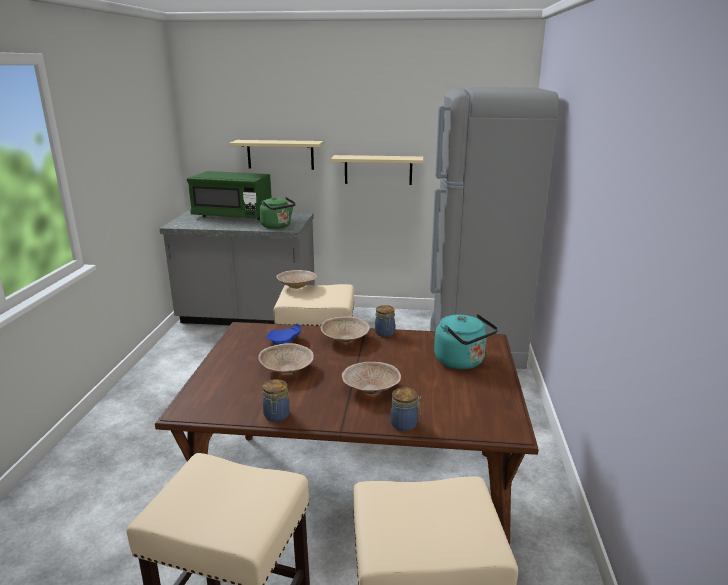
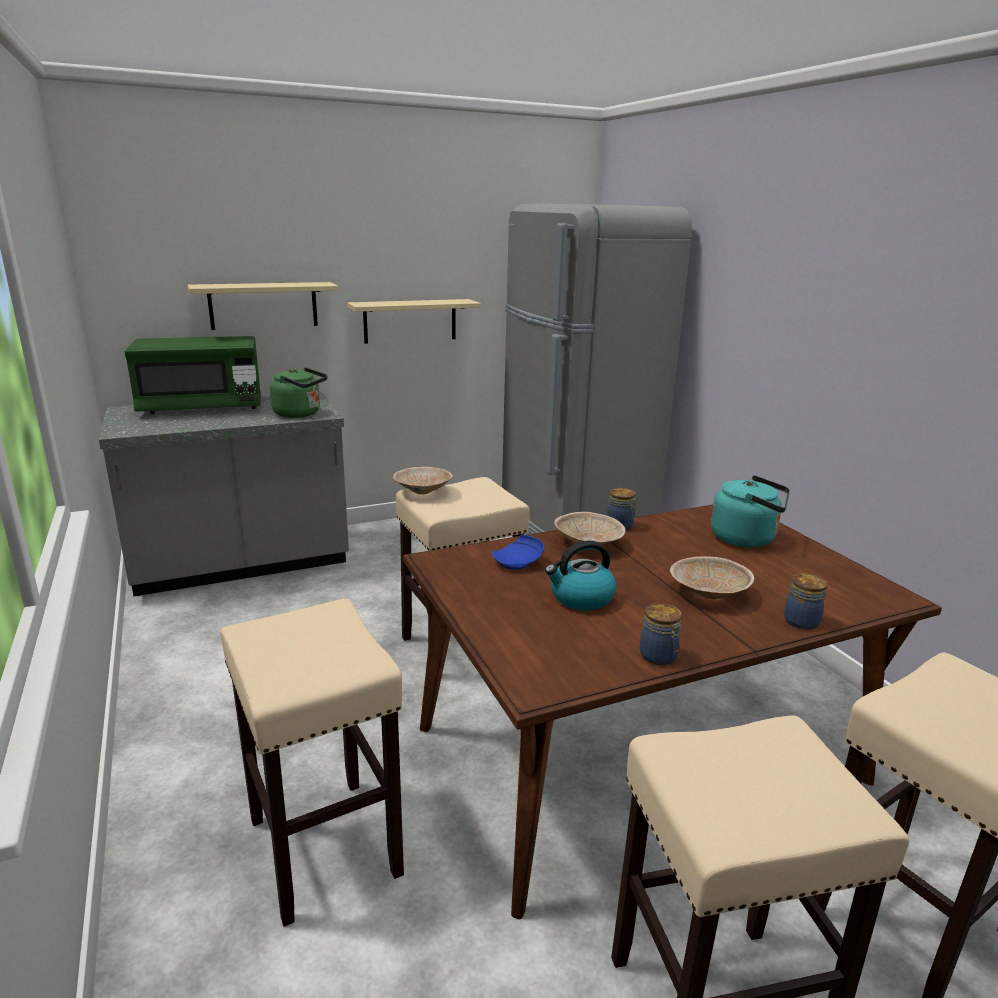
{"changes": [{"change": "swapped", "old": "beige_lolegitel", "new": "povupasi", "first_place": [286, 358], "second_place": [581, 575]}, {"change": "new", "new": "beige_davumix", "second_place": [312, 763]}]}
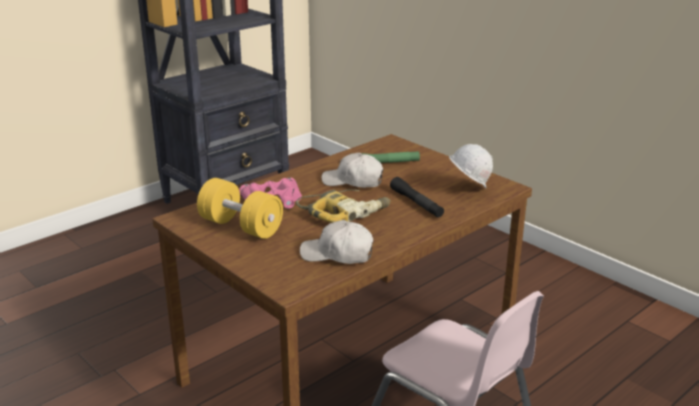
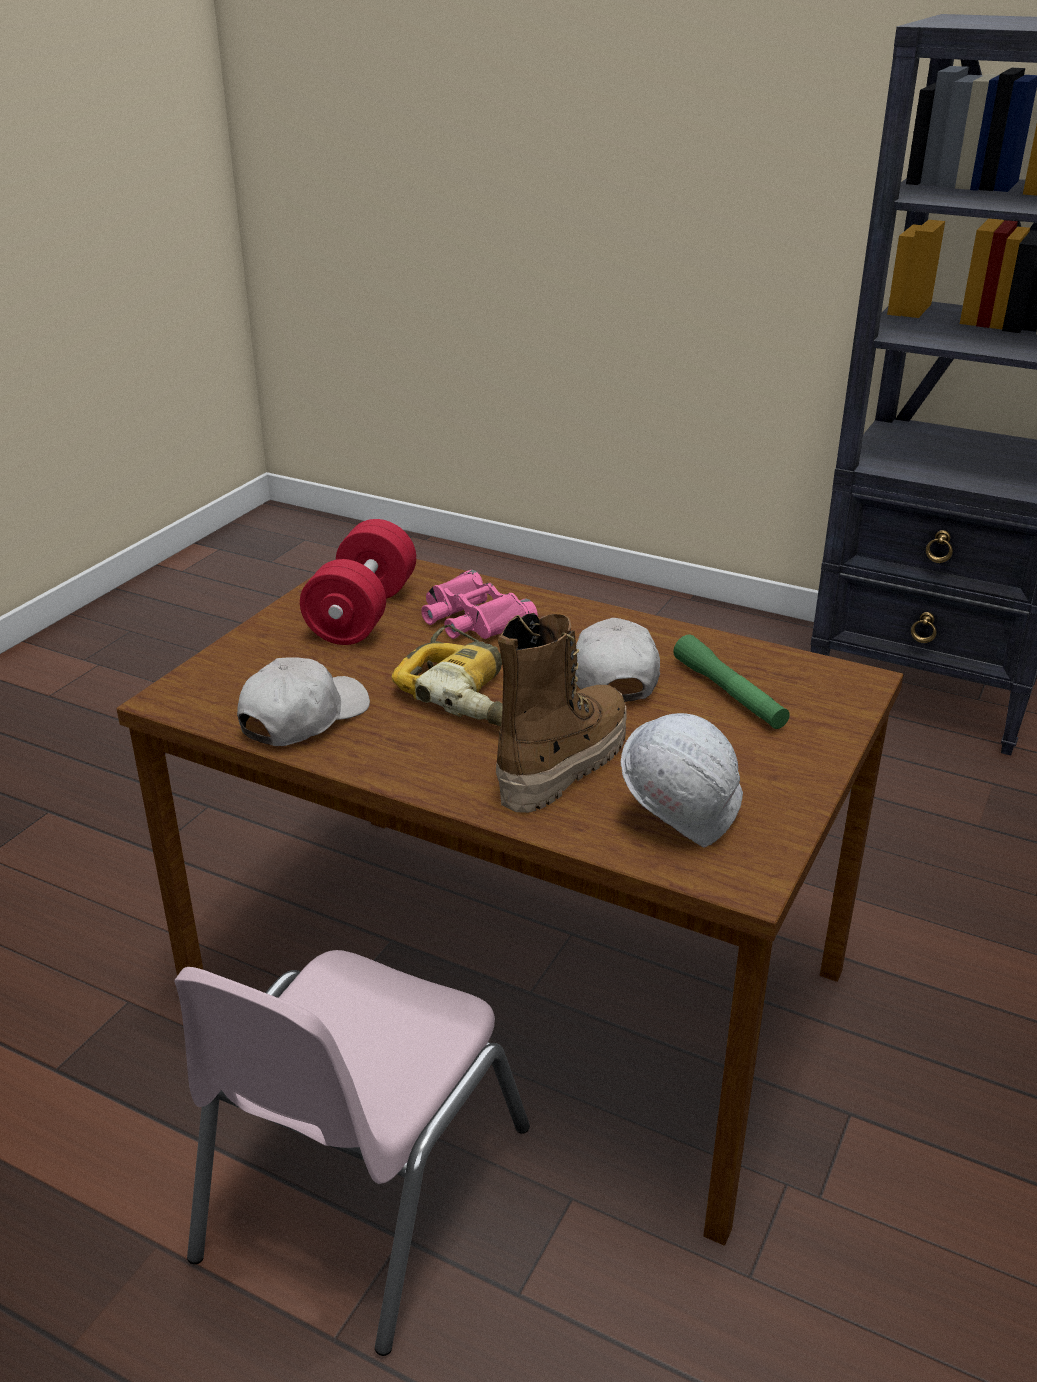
{"changes": [{"change": "repainted", "old": "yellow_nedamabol", "new": "red_nedamabol", "first_place": [240, 208], "second_place": [358, 582]}, {"change": "rotated", "old": "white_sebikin", "first_place": [336, 242], "second_place": [303, 701], "degrees": 45}, {"change": "swapped", "old": "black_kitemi", "new": "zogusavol", "first_place": [417, 197], "second_place": [561, 713]}]}
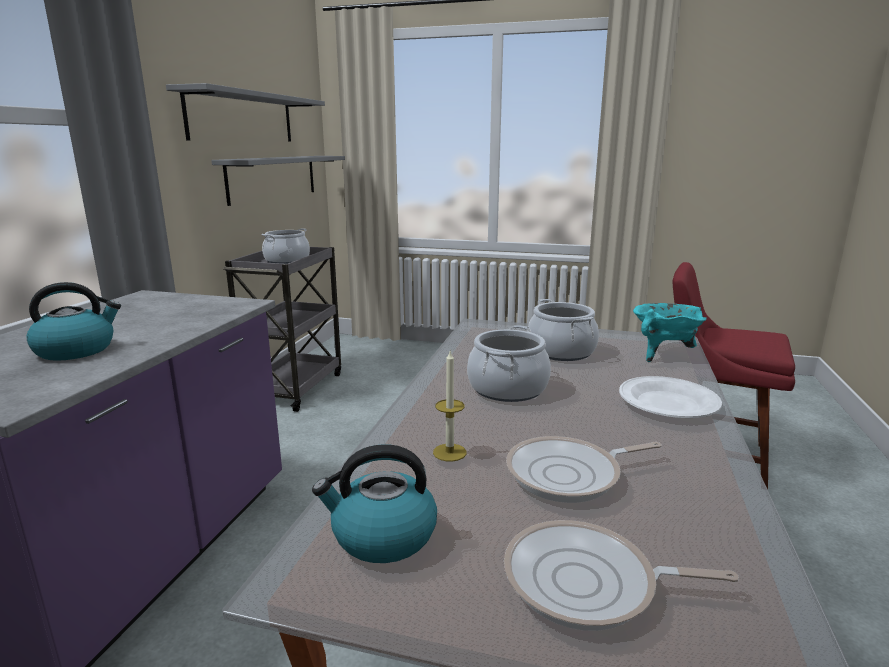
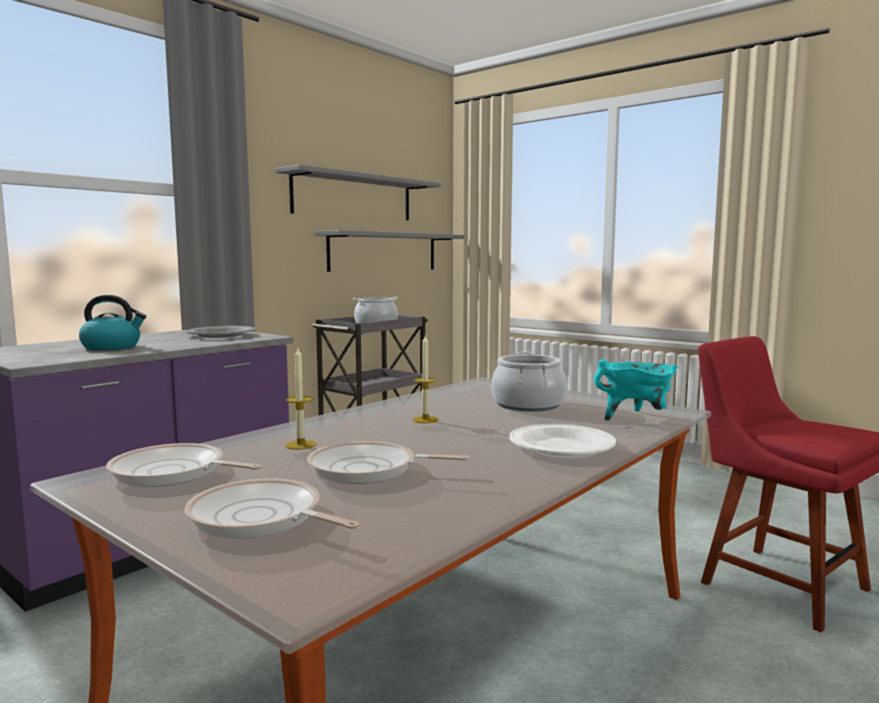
{"changes": [{"change": "swapped", "old": "povupasi", "new": "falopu", "first_place": [374, 503], "second_place": [183, 465]}, {"change": "swapped", "old": "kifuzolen", "new": "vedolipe", "first_place": [509, 363], "second_place": [425, 379]}, {"change": "new", "new": "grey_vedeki", "second_place": [220, 332]}]}
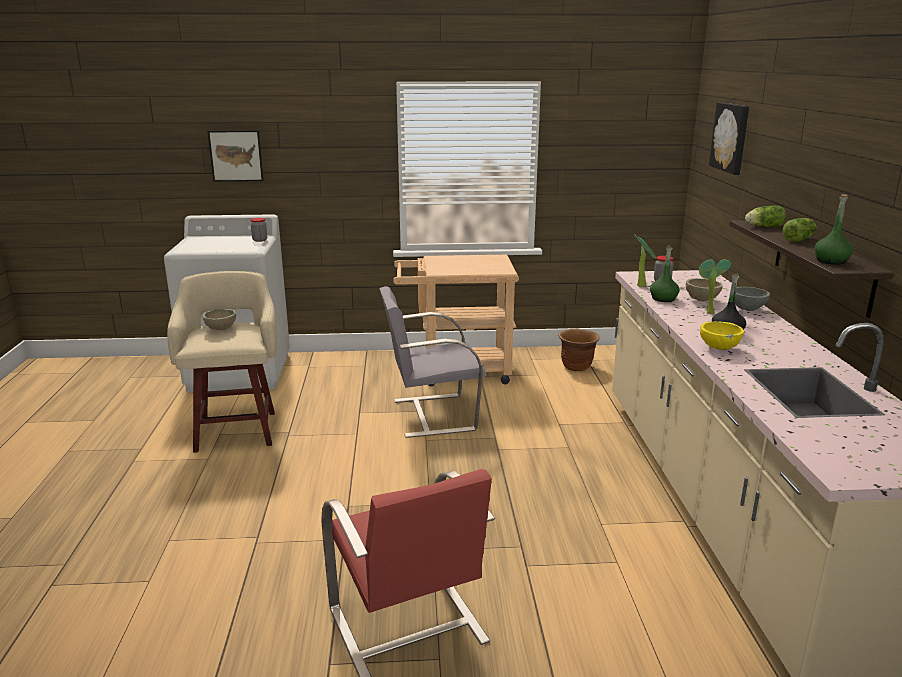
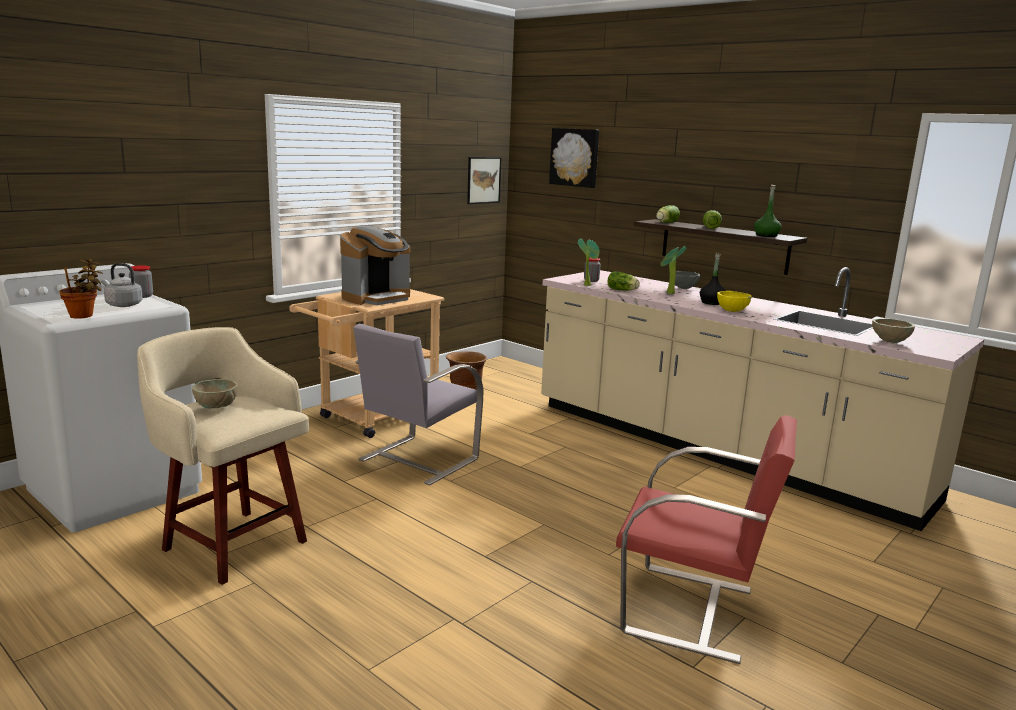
{"changes": [{"change": "shifted", "old": "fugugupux", "first_place": [235, 156], "second_place": [484, 180]}, {"change": "swapped", "old": "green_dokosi", "new": "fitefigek", "first_place": [665, 274], "second_place": [623, 281]}, {"change": "shifted", "old": "beige_lolegitel", "first_place": [704, 289], "second_place": [893, 330]}, {"change": "new", "new": "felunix", "second_place": [81, 289]}, {"change": "new", "new": "grey_povupasi", "second_place": [122, 285]}, {"change": "new", "new": "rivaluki", "second_place": [375, 265]}]}
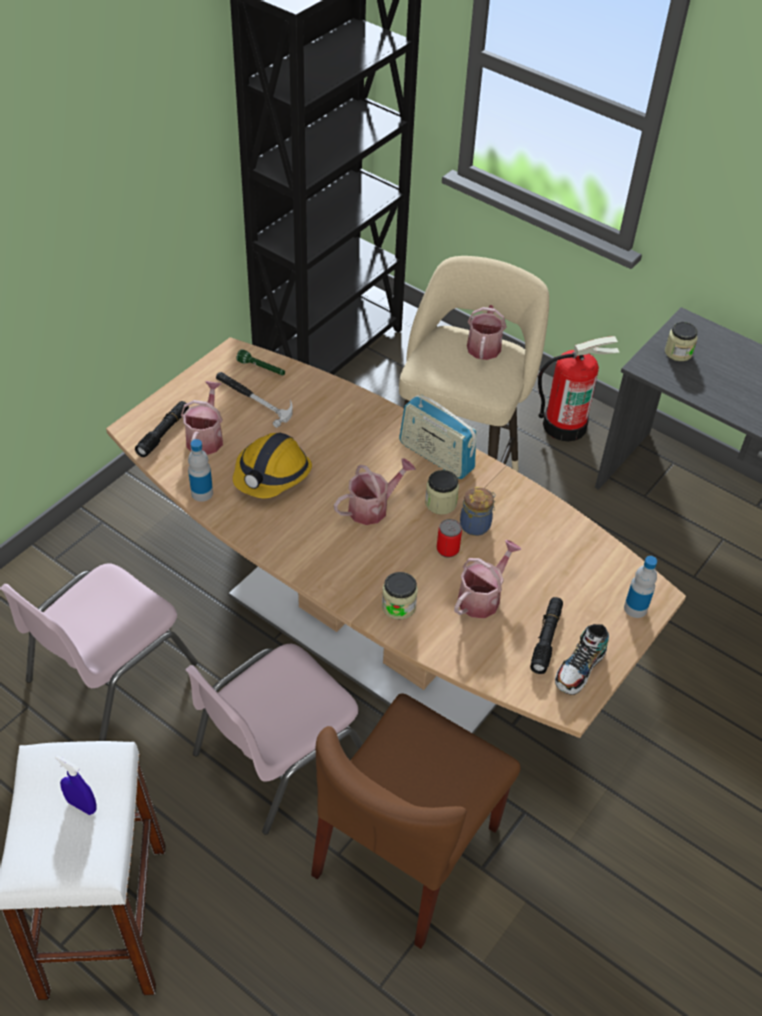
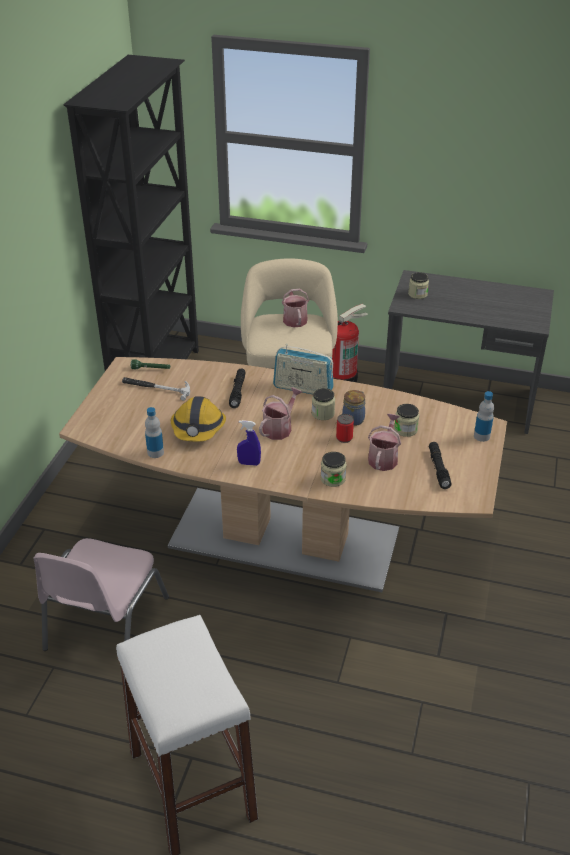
{"changes": [{"change": "shifted", "old": "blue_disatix", "first_place": [76, 785], "second_place": [249, 443]}, {"change": "shifted", "old": "black_kitemi", "first_place": [162, 429], "second_place": [237, 388]}, {"change": "gone", "old": "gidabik", "first_place": [202, 418]}, {"change": "gone", "old": "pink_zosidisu", "first_place": [274, 739]}, {"change": "gone", "old": "brown_zosidisu", "first_place": [415, 821]}, {"change": "gone", "old": "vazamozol", "first_place": [582, 659]}, {"change": "new", "new": "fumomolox", "second_place": [406, 420]}]}
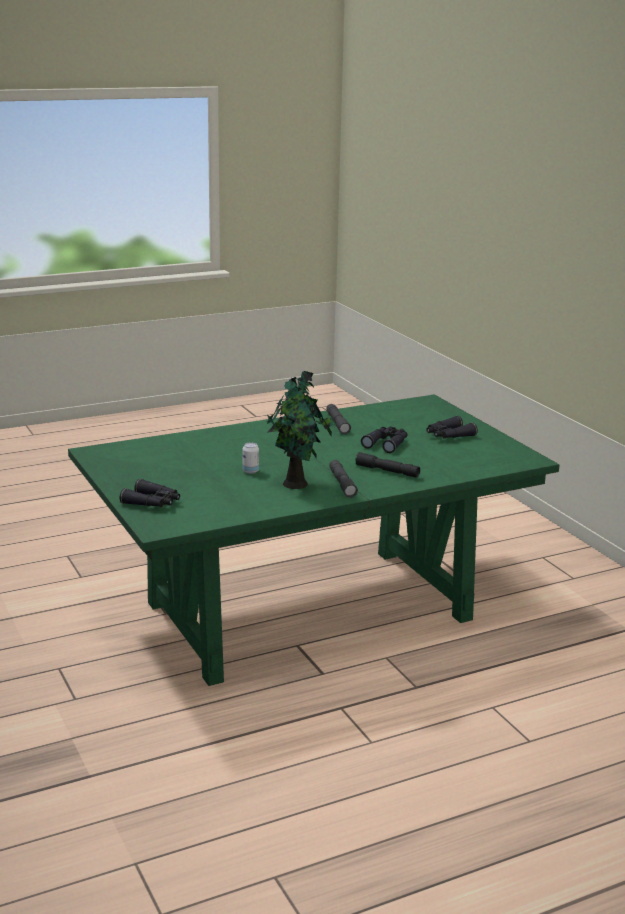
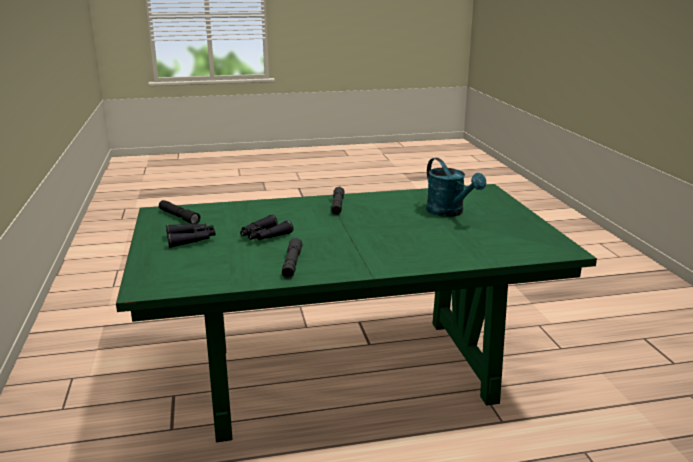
{"changes": [{"change": "gone", "old": "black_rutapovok", "first_place": [150, 493]}, {"change": "gone", "old": "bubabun", "first_place": [250, 458]}, {"change": "gone", "old": "felunix", "first_place": [300, 430]}, {"change": "shifted", "old": "black_kitemi", "first_place": [387, 465], "second_place": [179, 212]}, {"change": "new", "new": "turquoise_gidabik", "second_place": [456, 187]}]}
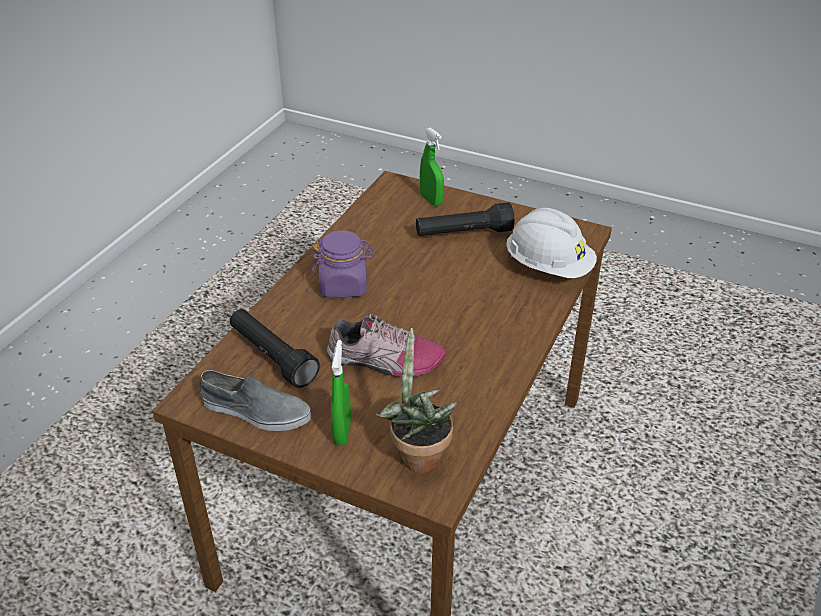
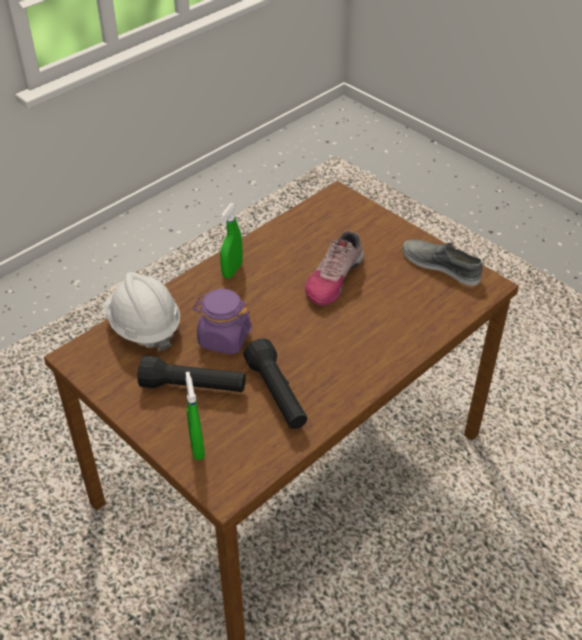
{"changes": [{"change": "shifted", "old": "black_kitemi", "first_place": [275, 348], "second_place": [275, 383]}, {"change": "shifted", "old": "purple_fumomolox", "first_place": [343, 264], "second_place": [222, 322]}, {"change": "rotated", "old": "vazamozol", "first_place": [386, 345], "second_place": [334, 268], "degrees": -90}, {"change": "shifted", "old": "green_disatix", "first_place": [341, 393], "second_place": [231, 241]}, {"change": "gone", "old": "felunix", "first_place": [416, 400]}]}
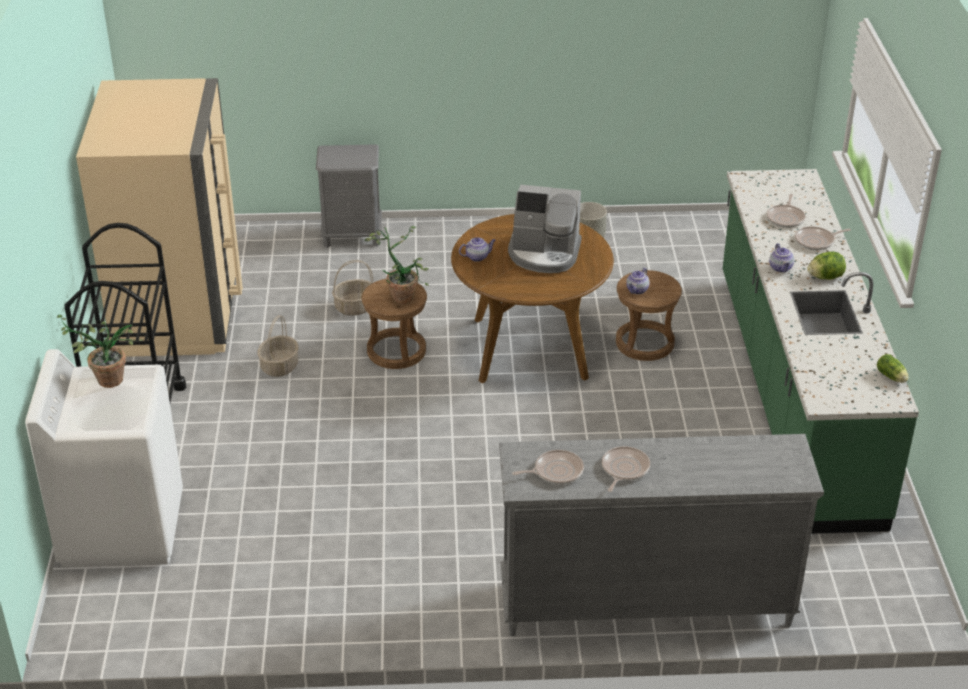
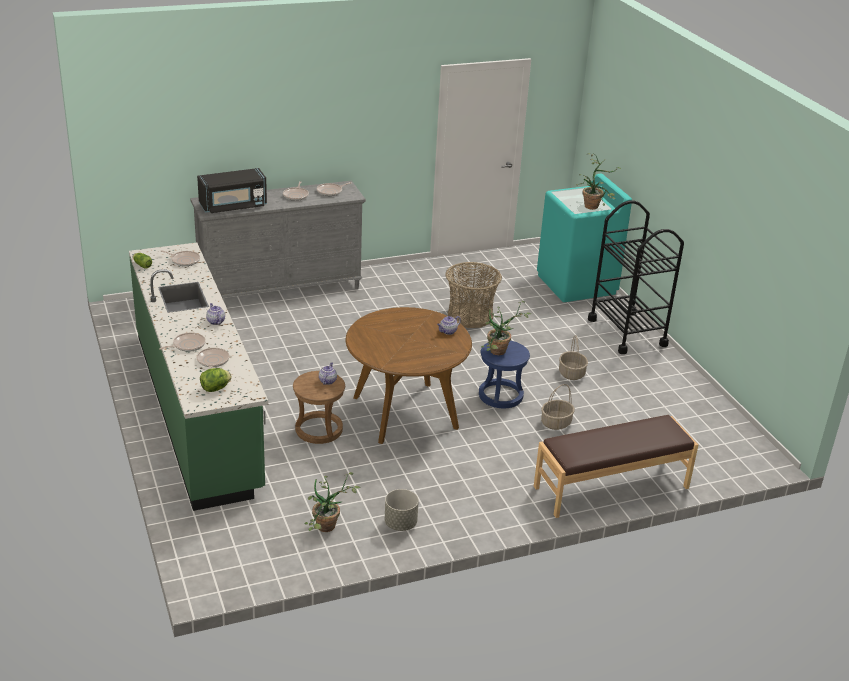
{"changes": [{"change": "repainted", "old": "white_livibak", "new": "turquoise_livibak", "first_place": [104, 458], "second_place": [584, 238]}, {"change": "gone", "old": "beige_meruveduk", "first_place": [159, 217]}, {"change": "swapped", "old": "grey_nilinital", "new": "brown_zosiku", "first_place": [349, 196], "second_place": [616, 466]}, {"change": "repainted", "old": "brown_davumix", "new": "blue_davumix", "first_place": [394, 324], "second_place": [504, 374]}, {"change": "gone", "old": "rivaluki", "first_place": [545, 229]}, {"change": "shifted", "old": "fitefigek", "first_place": [826, 266], "second_place": [216, 380]}, {"change": "new", "new": "falopu", "second_place": [180, 258]}, {"change": "new", "new": "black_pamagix", "second_place": [232, 190]}, {"change": "new", "new": "felunix", "second_place": [332, 502]}, {"change": "new", "new": "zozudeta", "second_place": [473, 295]}]}
